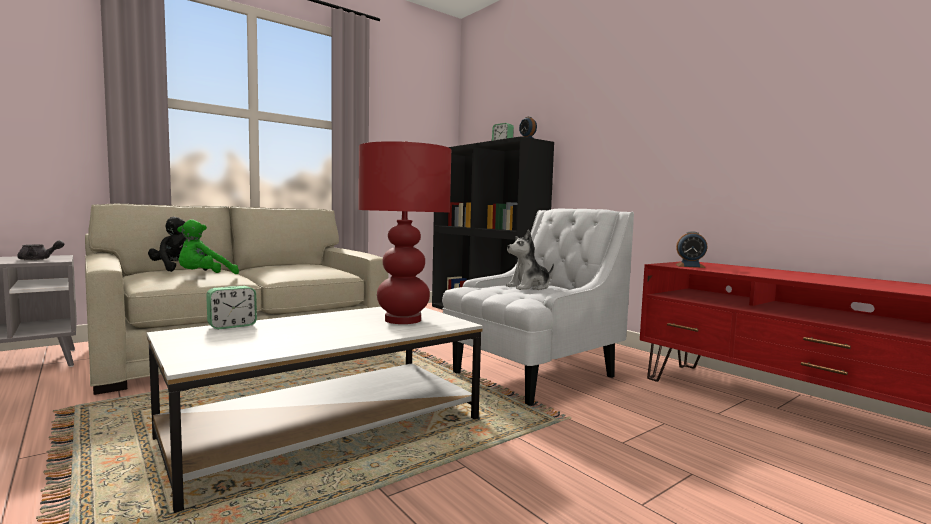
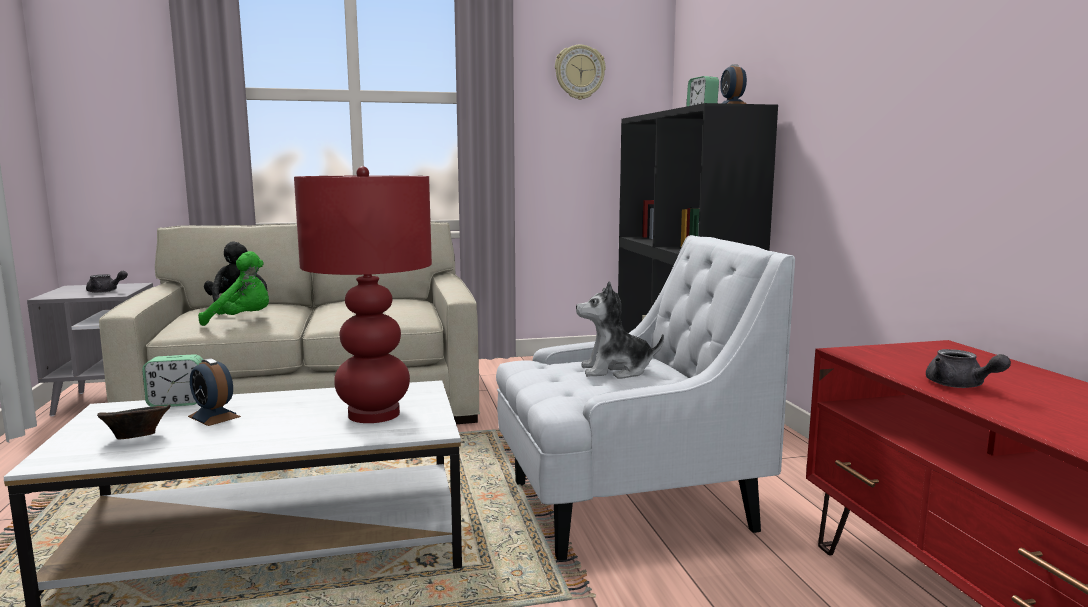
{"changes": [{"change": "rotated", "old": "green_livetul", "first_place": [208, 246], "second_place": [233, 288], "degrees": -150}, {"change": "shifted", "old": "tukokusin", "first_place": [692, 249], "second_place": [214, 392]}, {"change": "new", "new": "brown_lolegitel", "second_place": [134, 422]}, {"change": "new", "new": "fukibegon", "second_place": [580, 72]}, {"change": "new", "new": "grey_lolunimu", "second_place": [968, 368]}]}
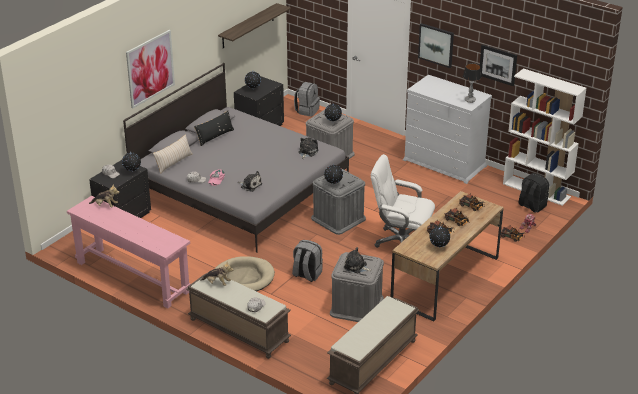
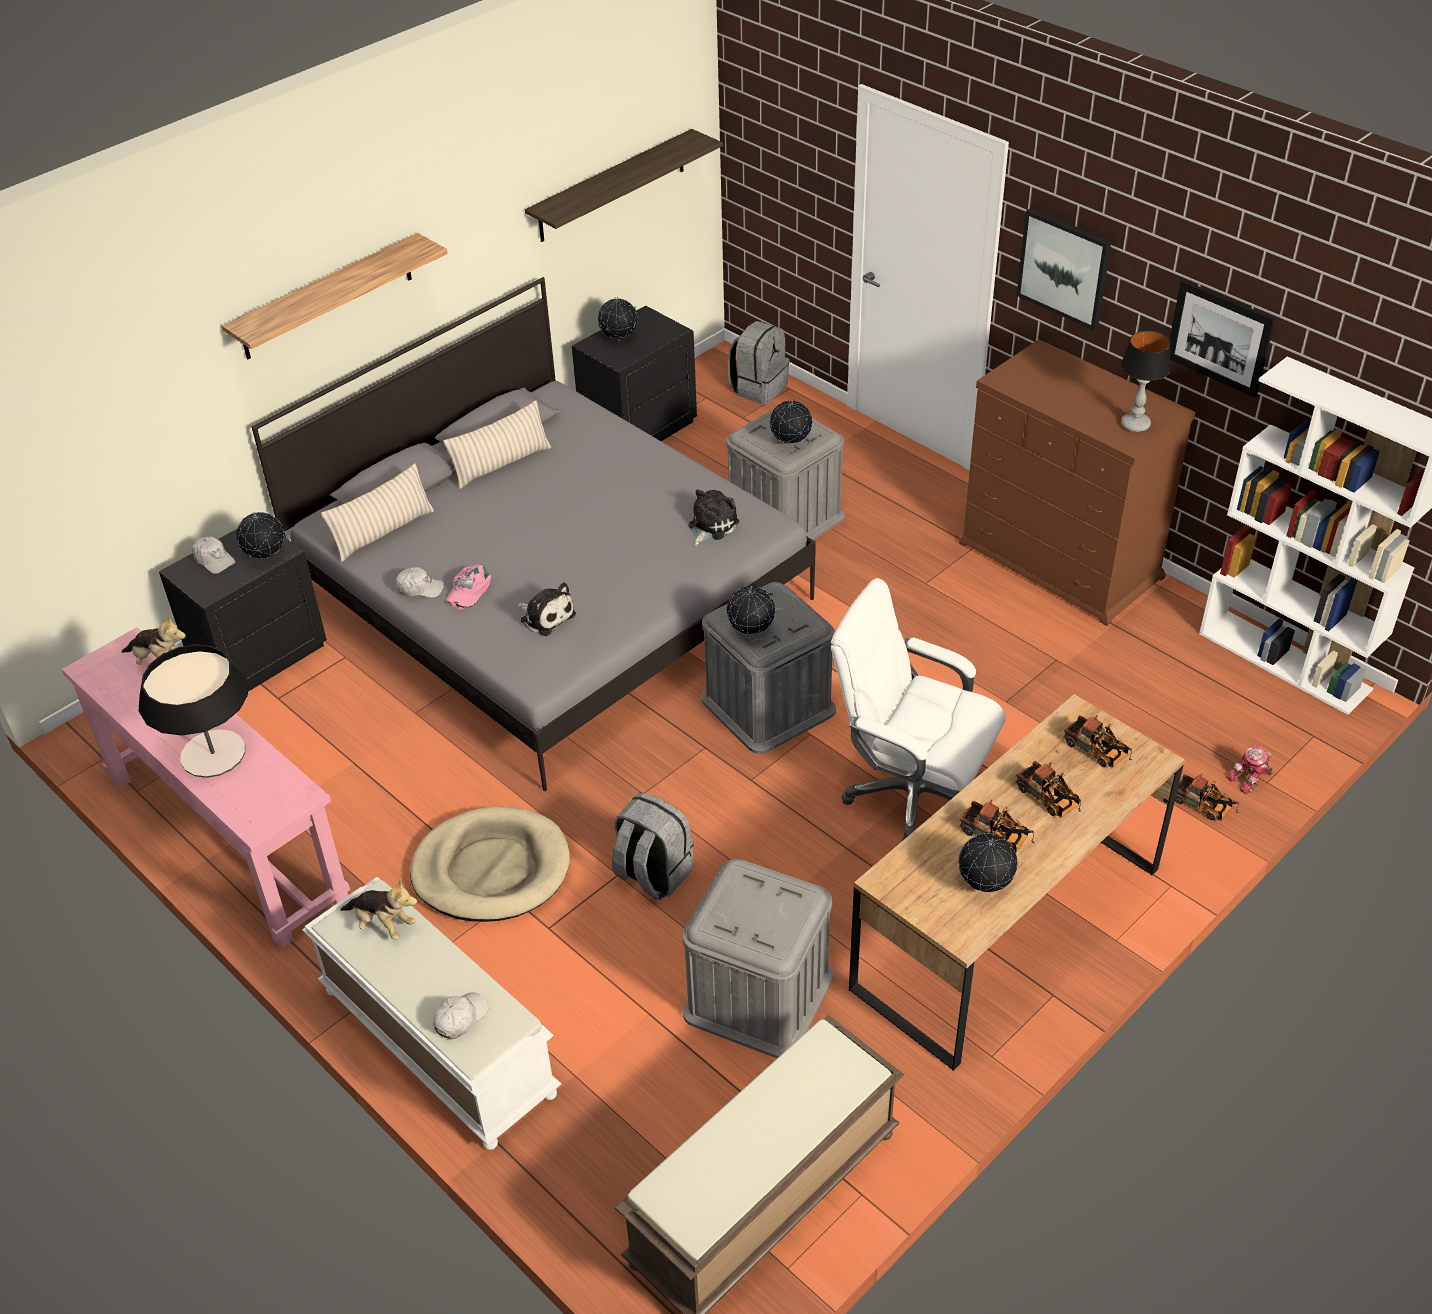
{"changes": [{"change": "swapped", "old": "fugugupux", "new": "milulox", "first_place": [150, 69], "second_place": [334, 296]}, {"change": "repainted", "old": "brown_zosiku", "new": "white_zosiku", "first_place": [238, 315], "second_place": [431, 1013]}, {"change": "repainted", "old": "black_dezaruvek", "new": "beige_dezaruvek", "first_place": [214, 128], "second_place": [497, 444]}, {"change": "gone", "old": "livetul", "first_place": [358, 260]}, {"change": "repainted", "old": "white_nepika", "new": "brown_nepika", "first_place": [447, 129], "second_place": [1077, 482]}, {"change": "gone", "old": "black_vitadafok", "first_place": [533, 193]}, {"change": "new", "new": "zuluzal", "second_place": [193, 711]}]}
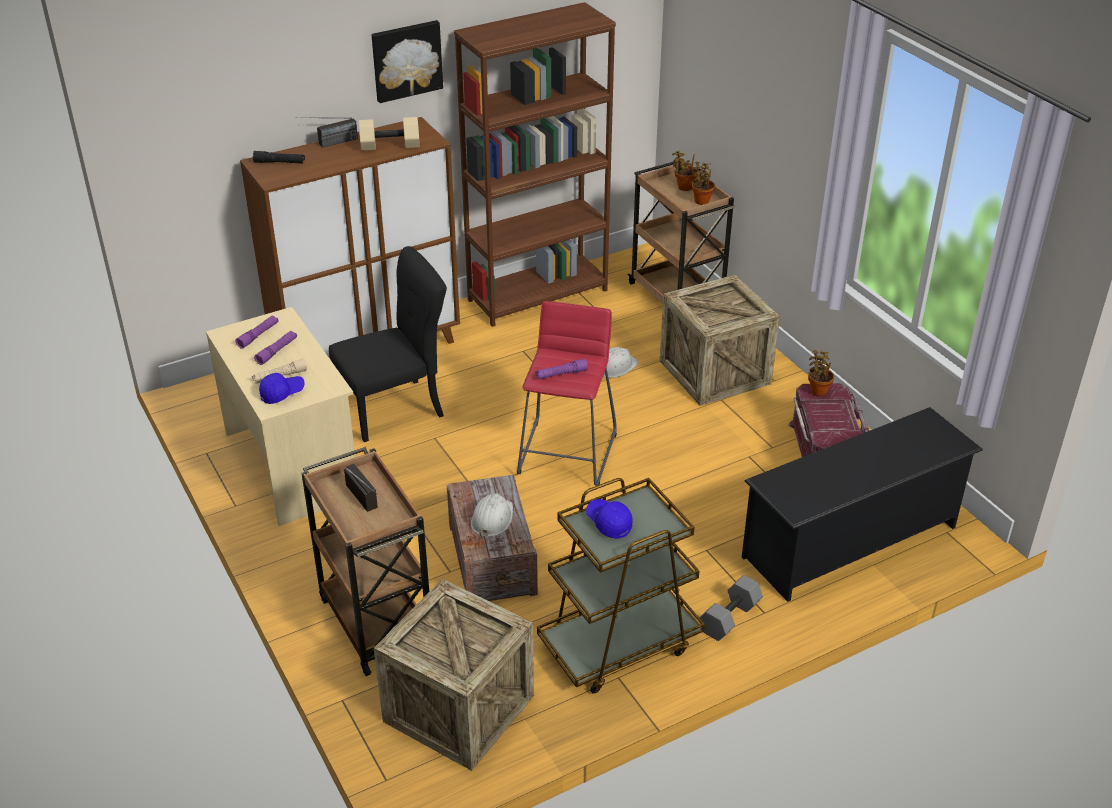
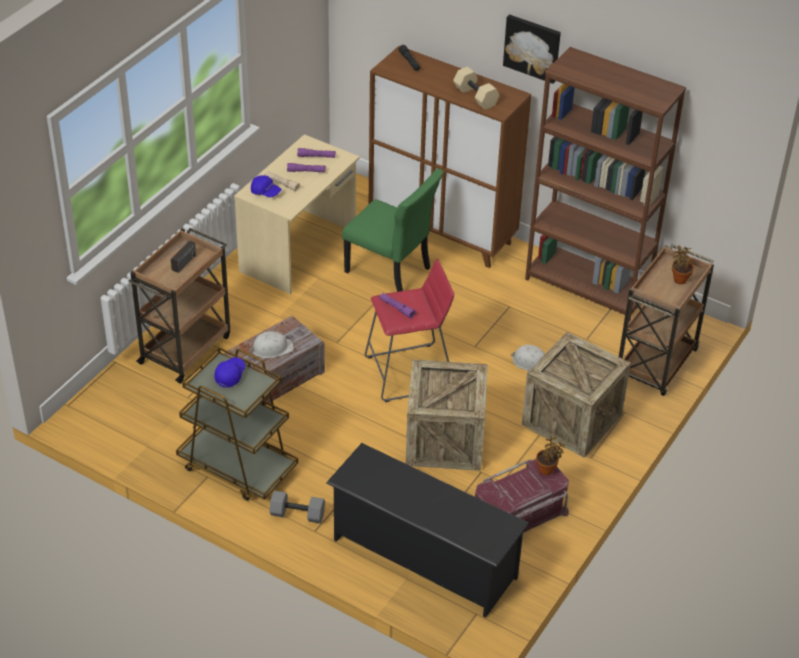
{"changes": [{"change": "gone", "old": "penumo", "first_place": [326, 132]}, {"change": "repainted", "old": "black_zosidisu", "new": "green_zosidisu", "first_place": [388, 344], "second_place": [393, 230]}, {"change": "shifted", "old": "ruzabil", "first_place": [454, 675], "second_place": [446, 415]}, {"change": "gone", "old": "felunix", "first_place": [703, 183]}]}
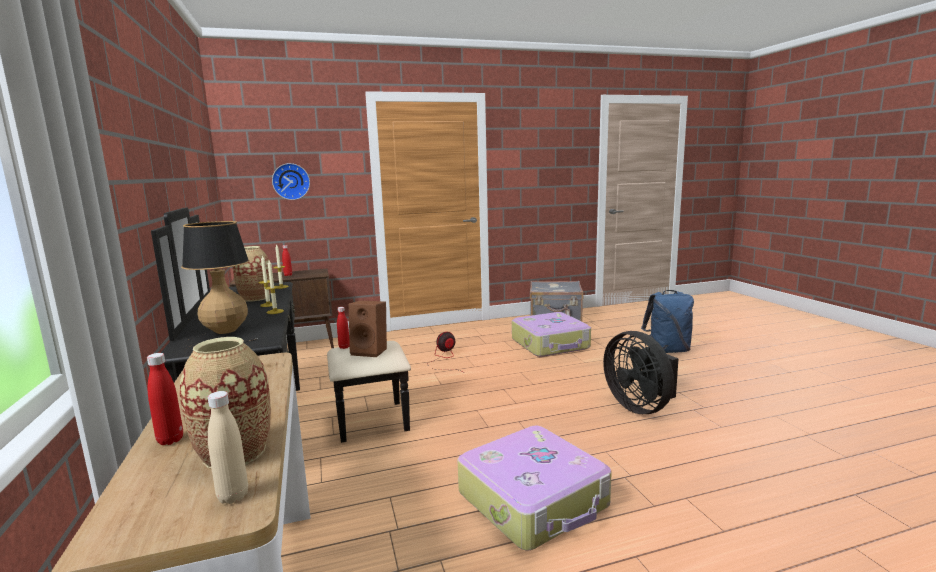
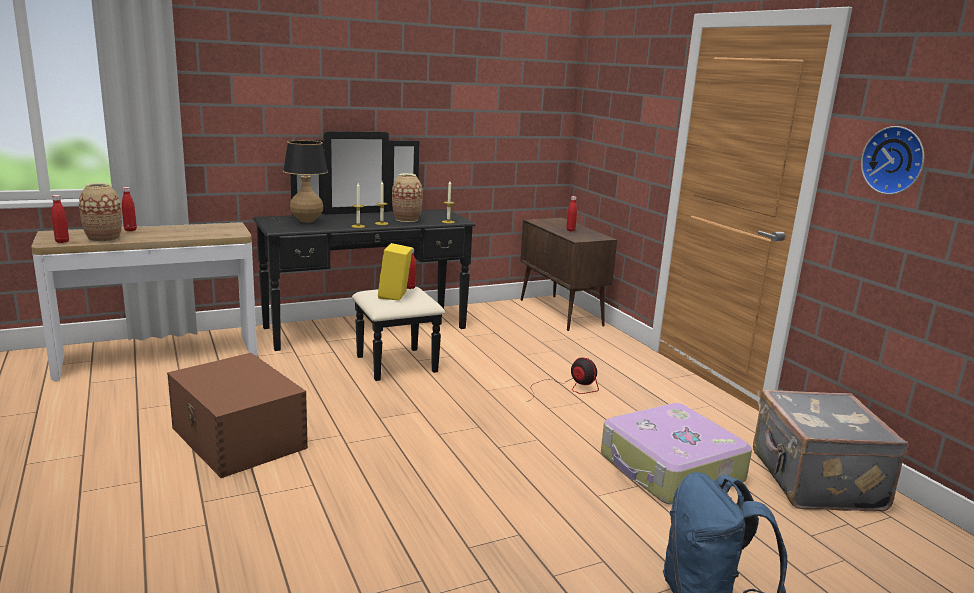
{"changes": [{"change": "repainted", "old": "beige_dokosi", "new": "red_dokosi", "first_place": [228, 447], "second_place": [60, 219]}, {"change": "shifted", "old": "fukibegon", "first_place": [291, 181], "second_place": [892, 160]}, {"change": "repainted", "old": "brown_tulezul", "new": "yellow_tulezul", "first_place": [368, 329], "second_place": [395, 272]}, {"change": "swapped", "old": "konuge", "new": "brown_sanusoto", "first_place": [535, 488], "second_place": [237, 415]}, {"change": "gone", "old": "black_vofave", "first_place": [640, 372]}]}
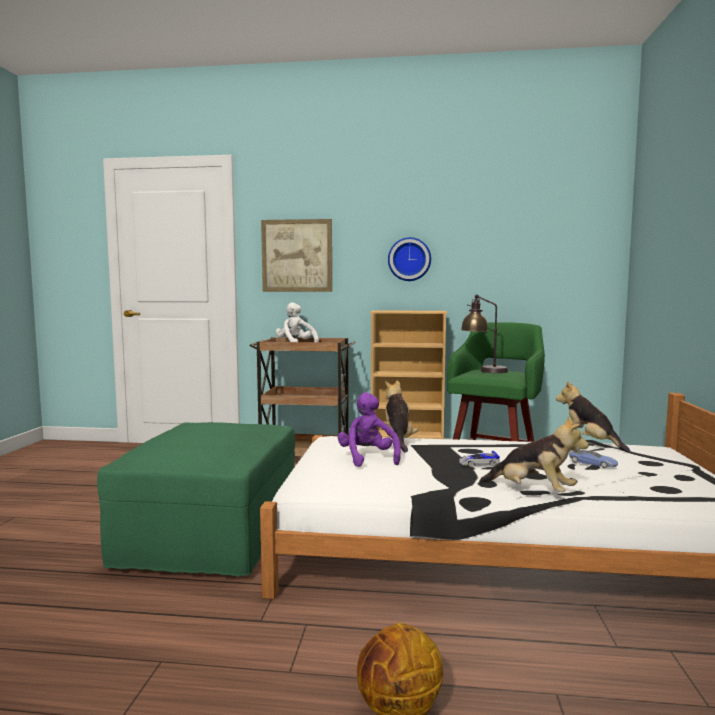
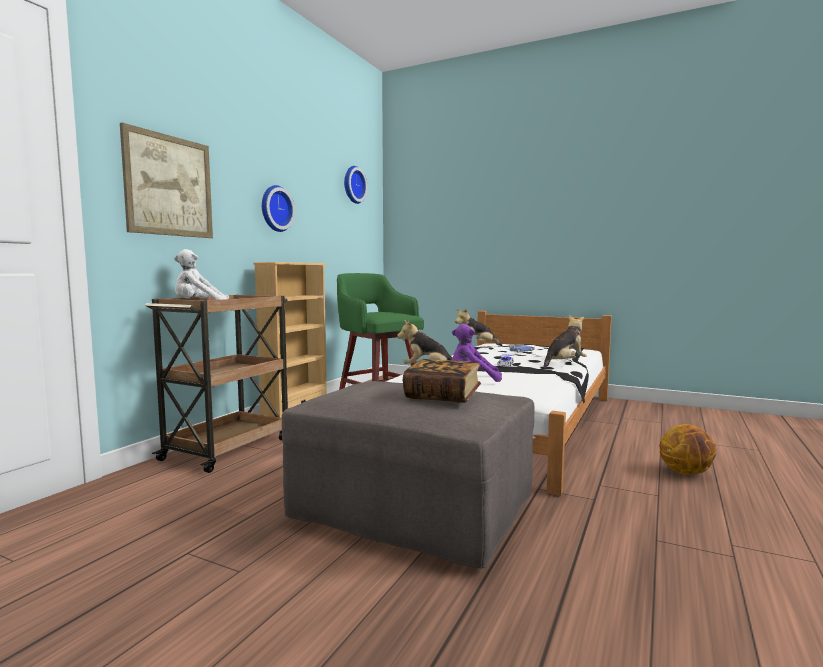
{"changes": [{"change": "repainted", "old": "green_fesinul", "new": "grey_fesinul", "first_place": [196, 499], "second_place": [408, 474]}, {"change": "gone", "old": "zuluzal", "first_place": [484, 333]}, {"change": "new", "new": "fukibegon", "second_place": [356, 185]}, {"change": "new", "new": "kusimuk", "second_place": [442, 381]}]}
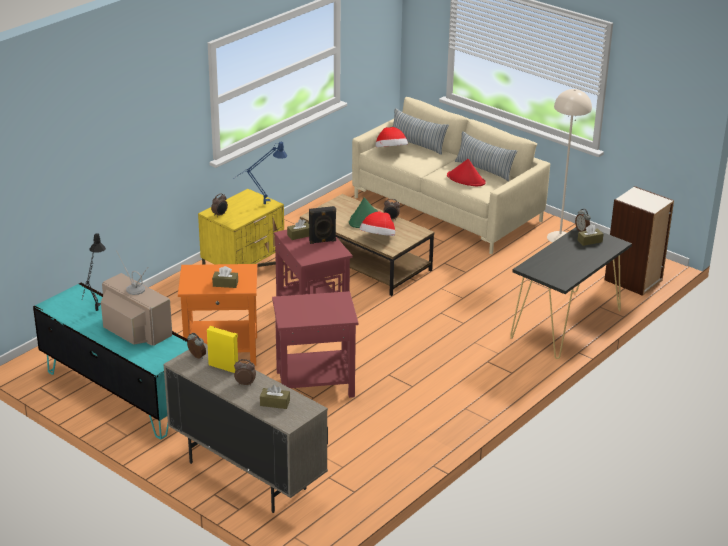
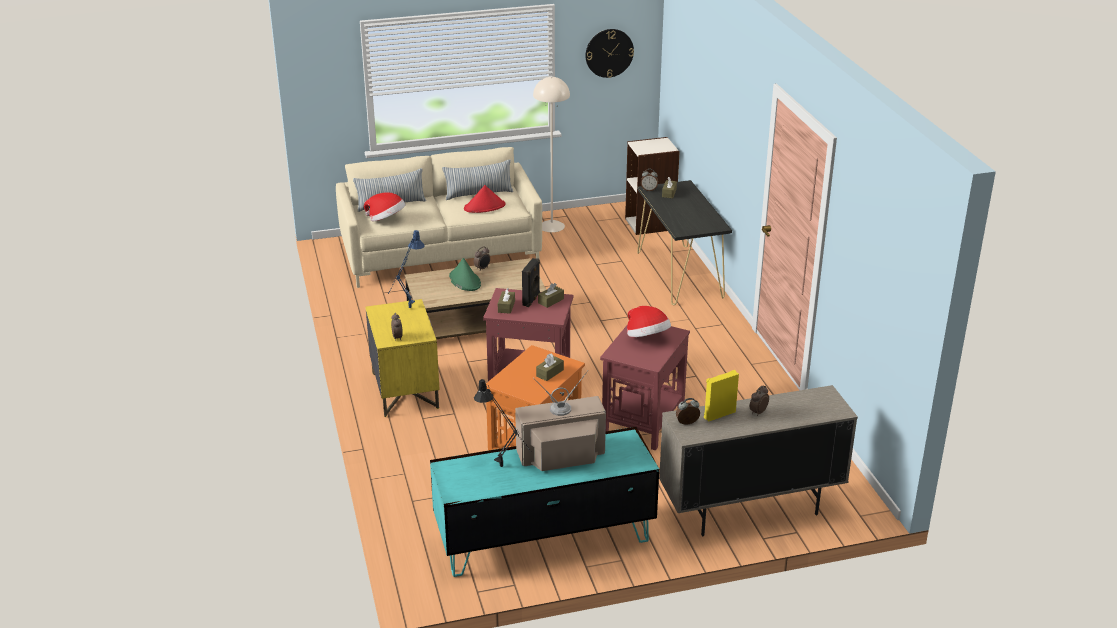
{"changes": [{"change": "shifted", "old": "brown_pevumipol", "first_place": [275, 397], "second_place": [551, 295]}, {"change": "shifted", "old": "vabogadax", "first_place": [377, 223], "second_place": [649, 321]}, {"change": "new", "new": "fukibegon", "second_place": [609, 53]}]}
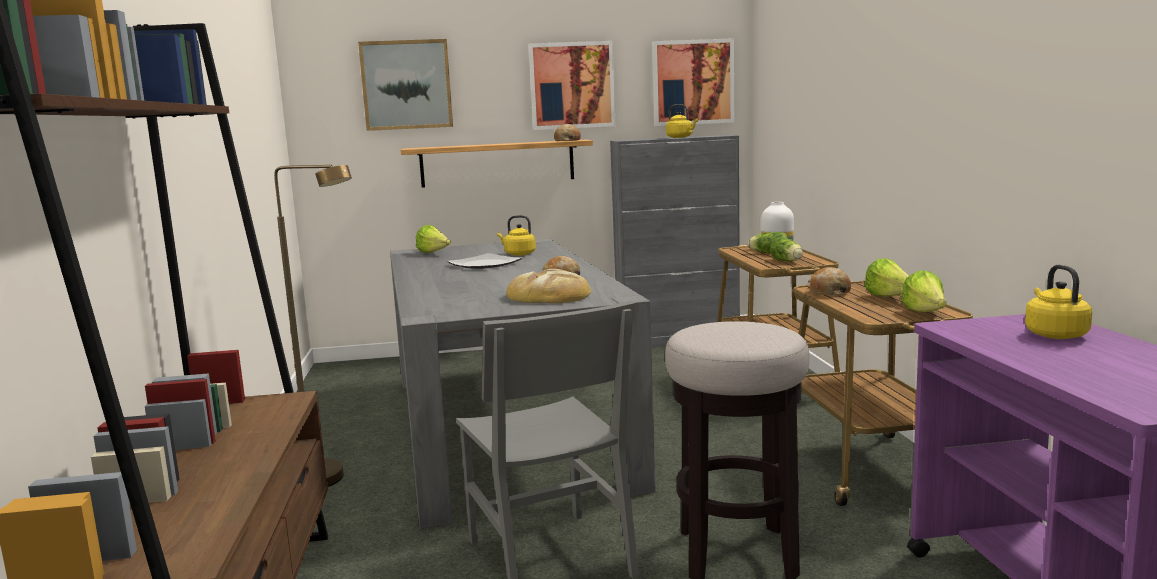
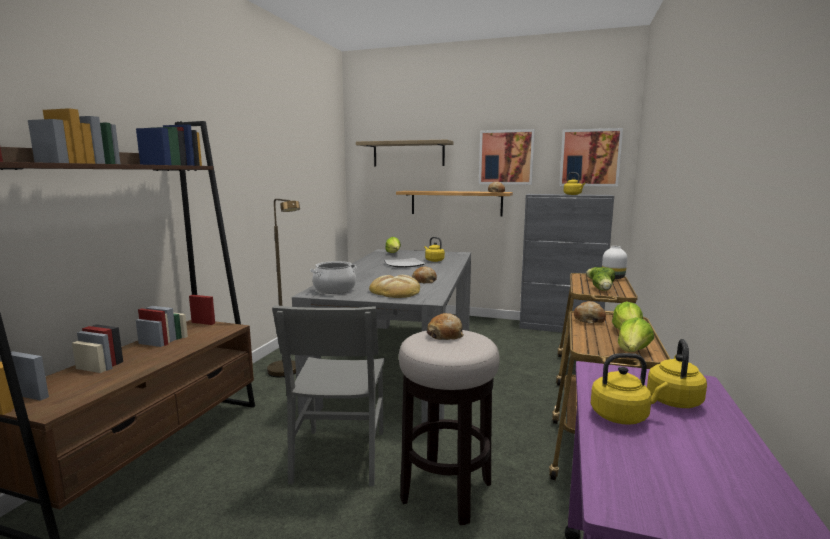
{"changes": [{"change": "swapped", "old": "fugugupux", "new": "milulox", "first_place": [405, 85], "second_place": [405, 152]}, {"change": "new", "new": "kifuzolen", "second_place": [333, 277]}, {"change": "new", "new": "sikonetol", "second_place": [445, 326]}, {"change": "new", "new": "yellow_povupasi", "second_place": [629, 389]}]}
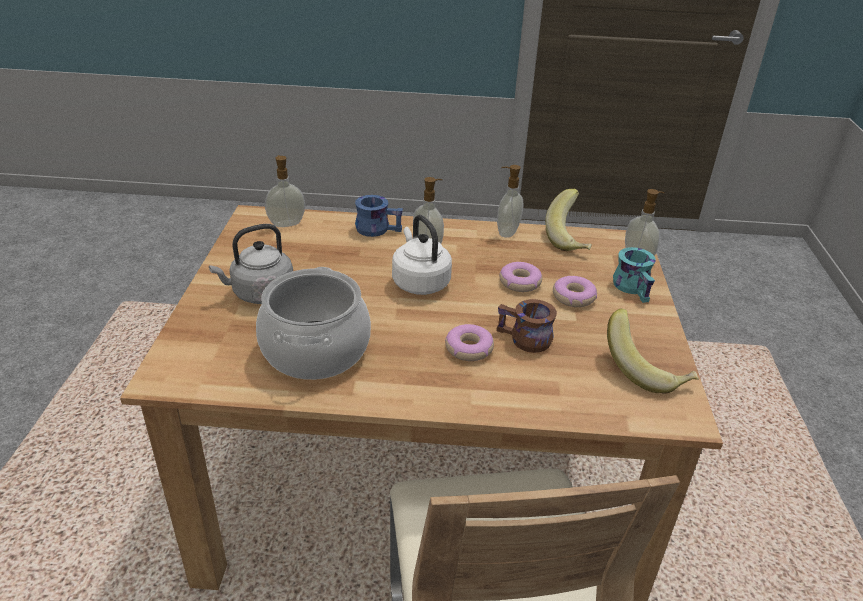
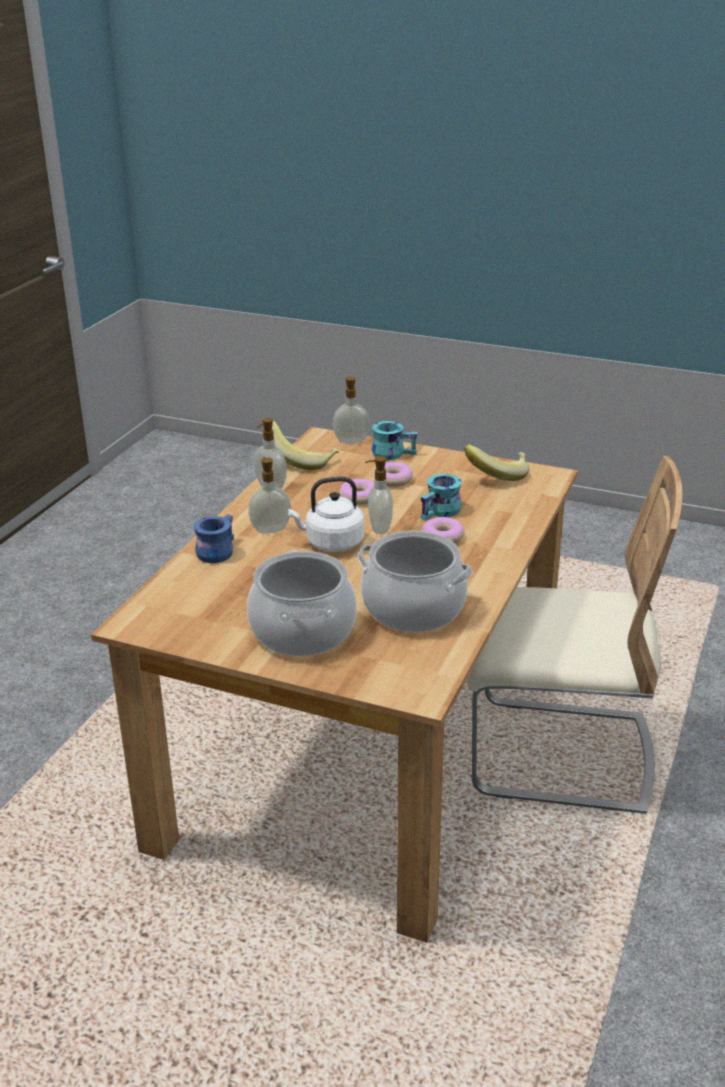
{"changes": [{"change": "swapped", "old": "grey_povupasi", "new": "kifuzolen", "first_place": [251, 264], "second_place": [302, 603]}, {"change": "shifted", "old": "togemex", "first_place": [285, 191], "second_place": [379, 495]}, {"change": "repainted", "old": "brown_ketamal", "new": "turquoise_ketamal", "first_place": [526, 326], "second_place": [441, 497]}]}
